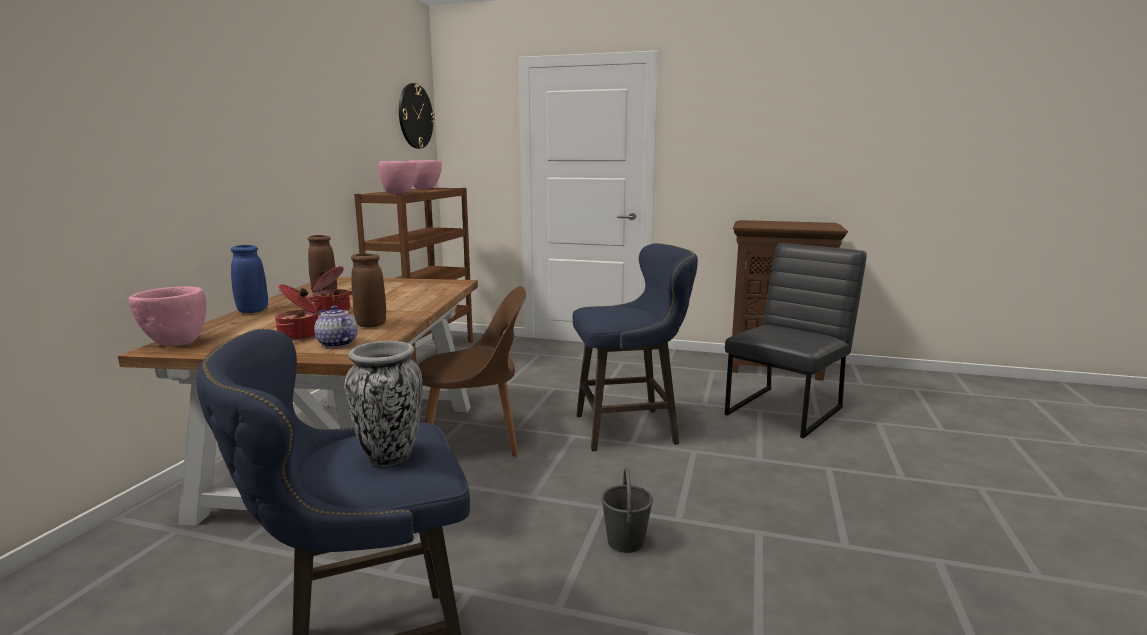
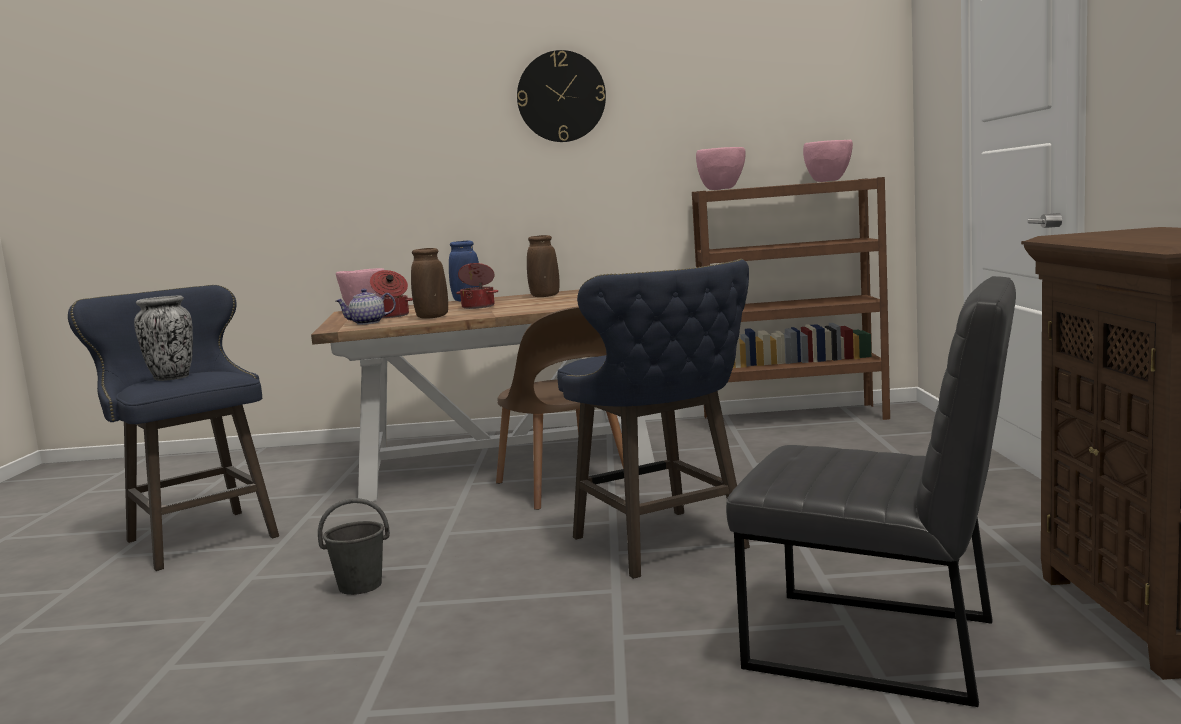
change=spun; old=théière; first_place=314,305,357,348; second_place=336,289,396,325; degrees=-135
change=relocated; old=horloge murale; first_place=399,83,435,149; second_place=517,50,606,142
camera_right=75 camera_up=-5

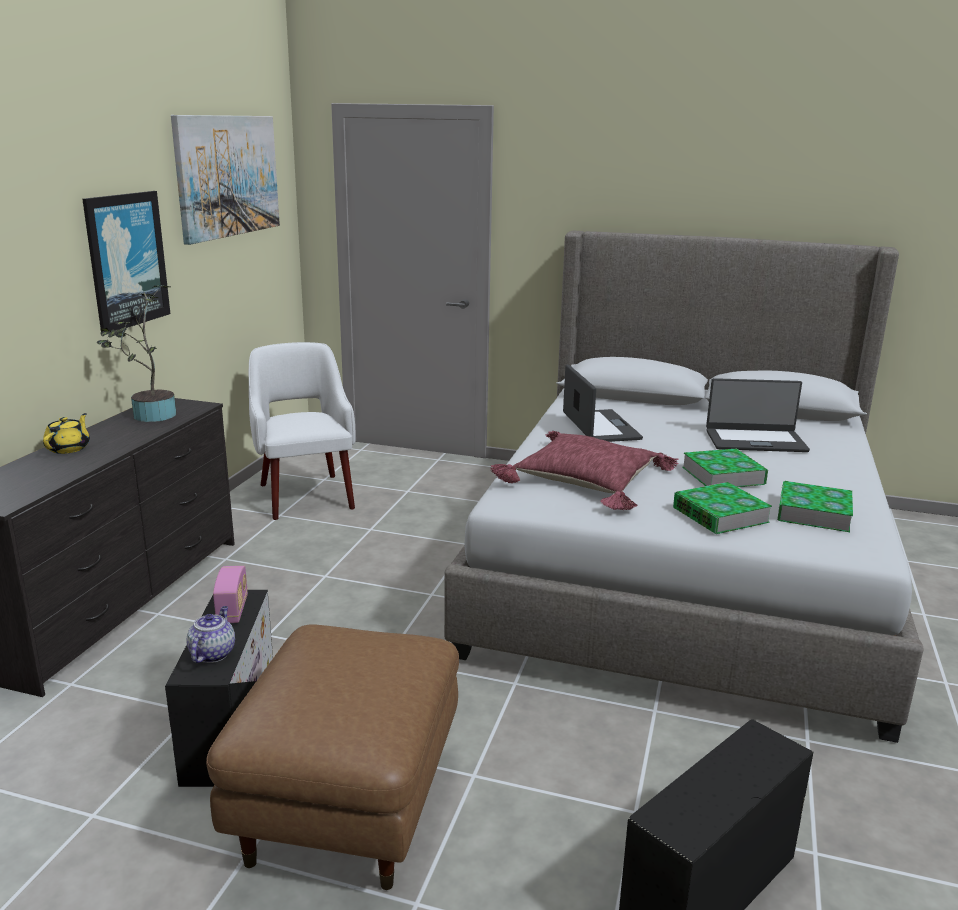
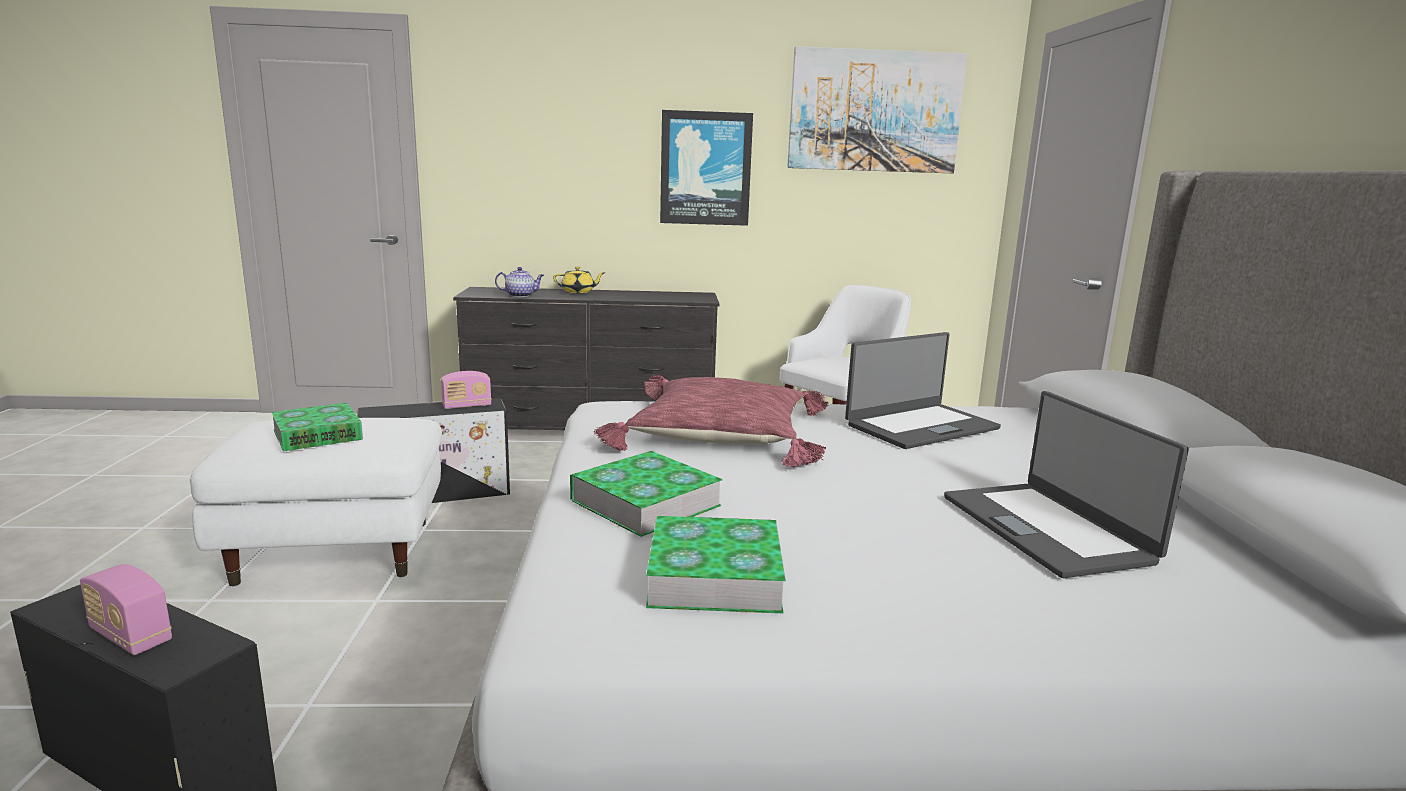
change=missing; old=plante en pot; first_place=97,285,176,422
change=relocated; old=théière; first_place=187,606,235,663; second_place=495,267,544,297
change=colour; old=pouf (marron); new=pouf (blanc); first_place=206,624,459,890; second_place=190,418,442,586
change=relocated; old=livre; first_place=682,449,768,487; second_place=271,403,363,451
change=appeared; new=radio; second_place=80,564,172,655
camera_right=70 camera_up=-5

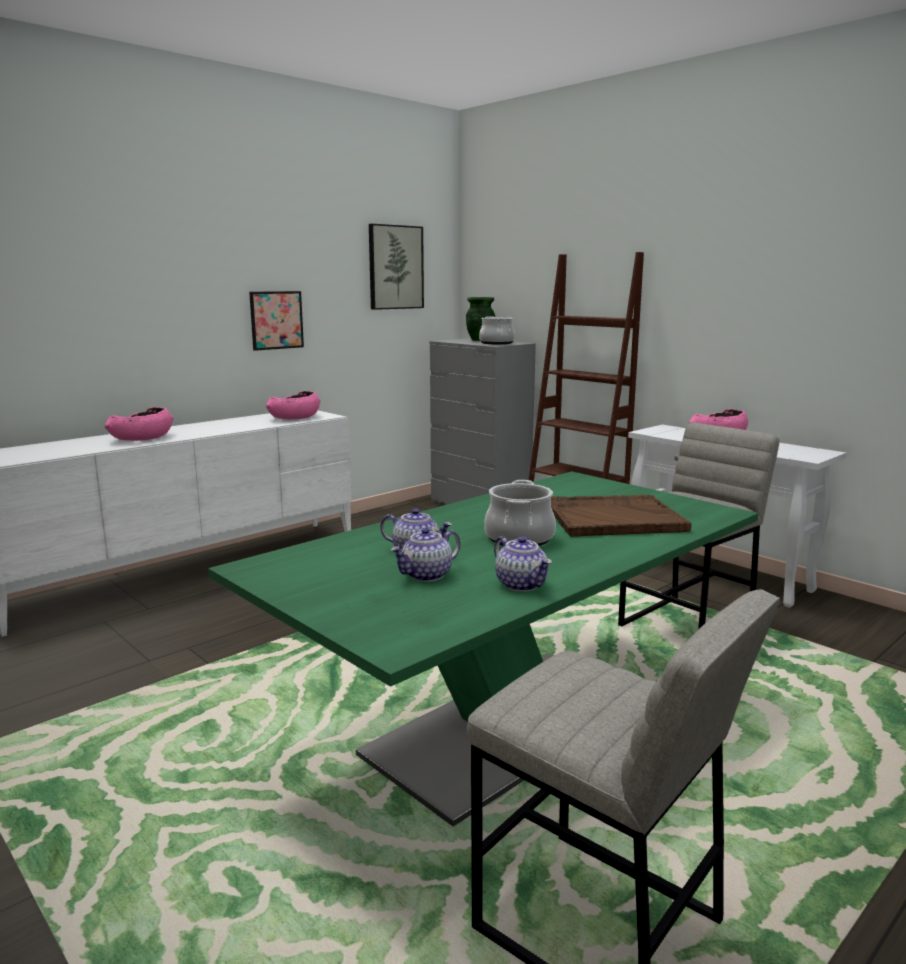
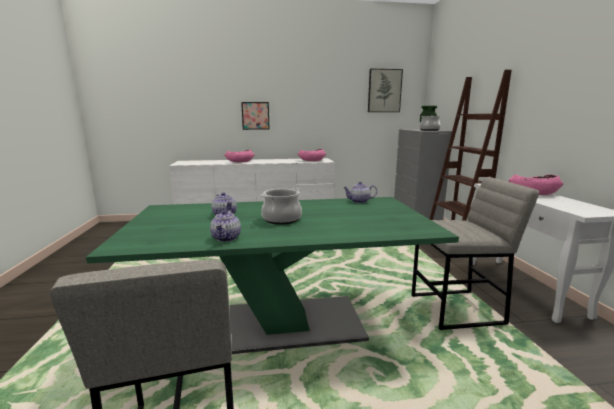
change=relocated; old=tableau; first_place=249,291,304,351; second_place=241,102,270,130
change=relocated; old=théière; first_place=390,528,460,582; second_place=343,181,377,203
change=missing; old=plateau (marron); first_place=551,495,691,537
camera_right=35 camera_up=0

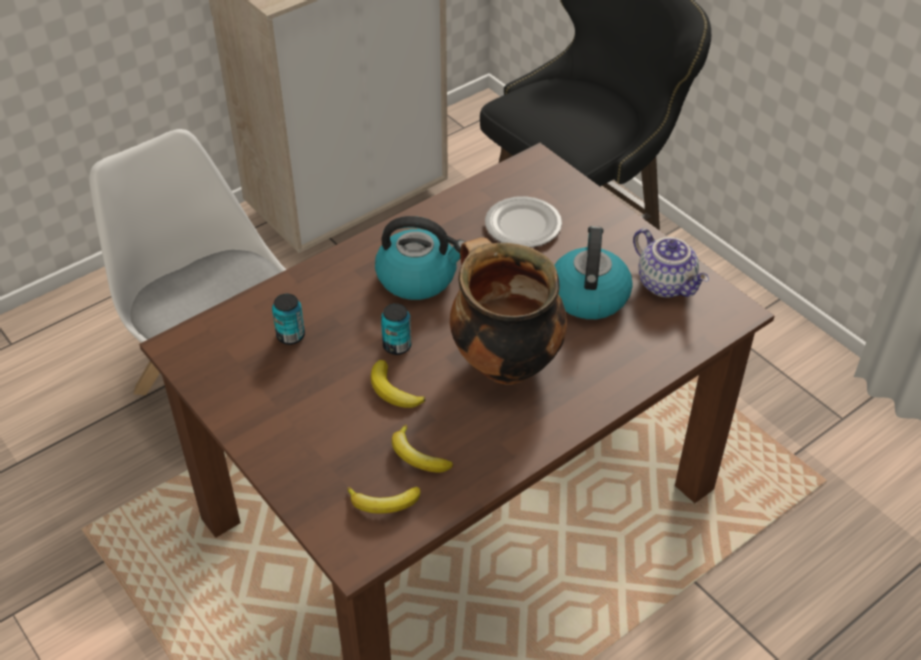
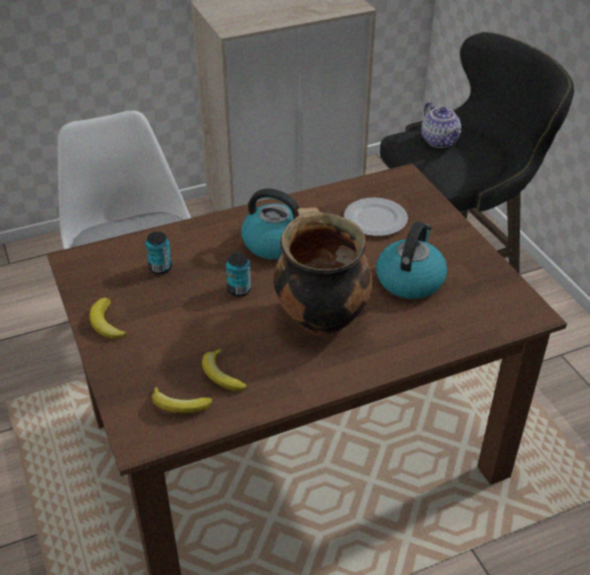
change=relocated; old=banane; first_place=371,360,425,408; second_place=89,298,127,339
change=relocated; old=théière; first_place=633,228,709,298; second_place=421,102,461,148
camera_right=15 camera_up=-5

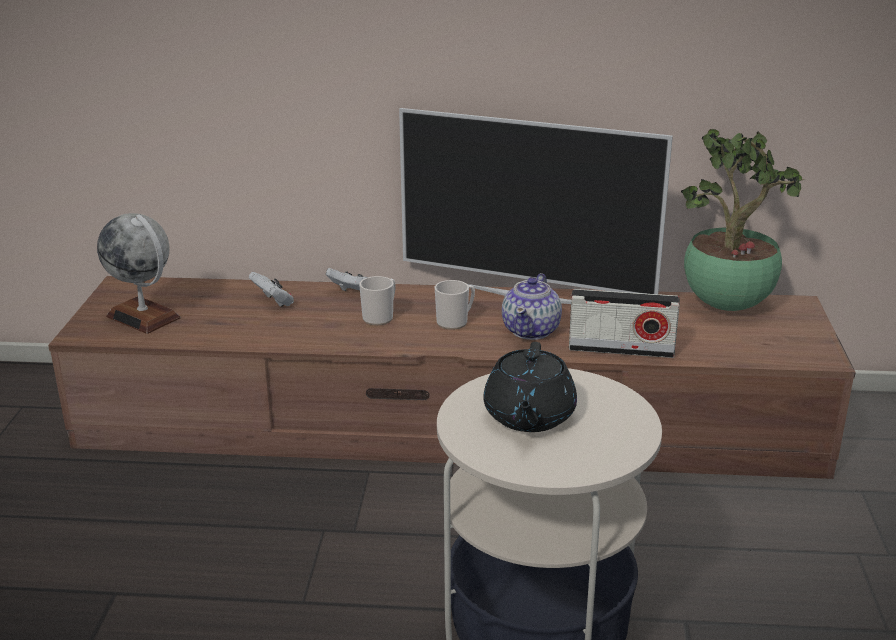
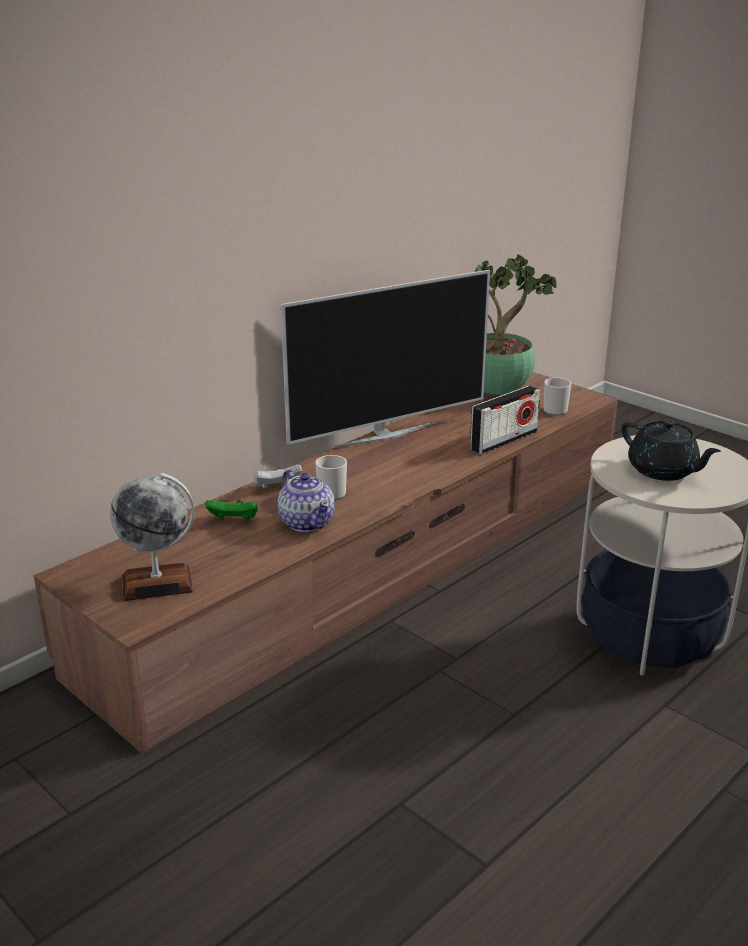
change=colour; old=manette (blanc); new=manette (vert); first_place=249,272,294,307; second_place=206,500,258,521
change=relocated; old=mug; first_place=435,280,475,330; second_place=544,378,571,415
change=relocated; old=théière; first_place=502,273,562,340; second_place=278,470,334,532
camera_right=-50 camera_up=0

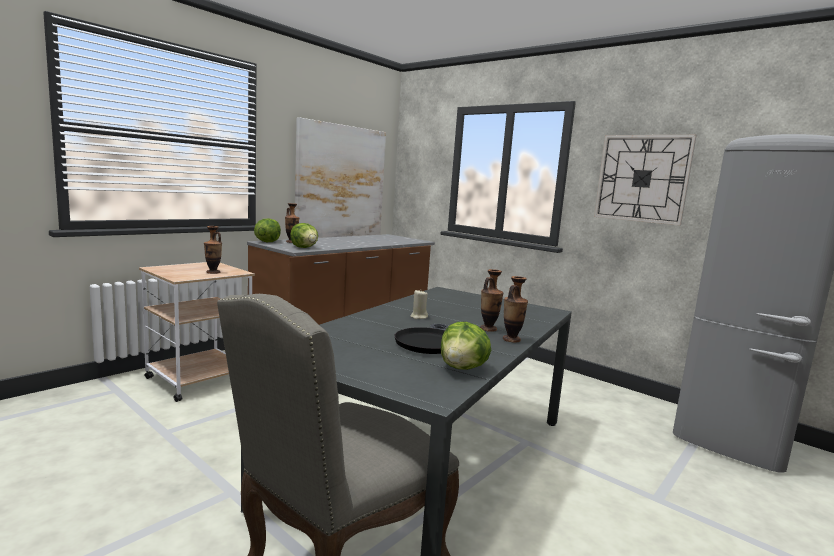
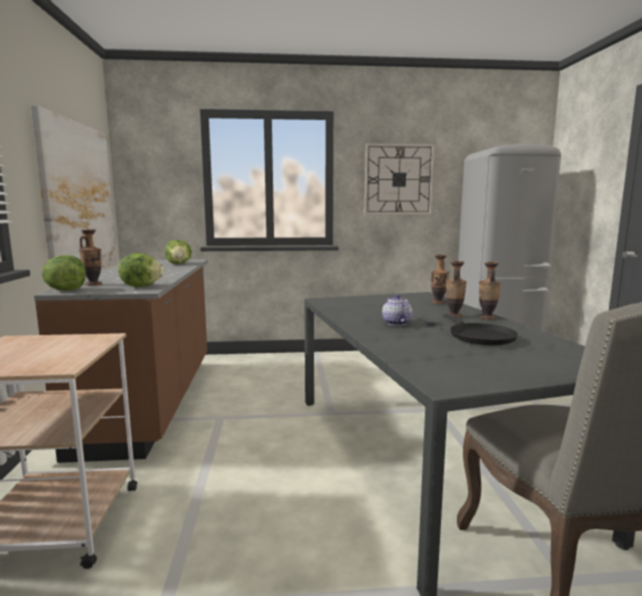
change=relocated; old=vase; first_place=204,226,222,274; second_place=431,254,449,304
change=exchanged; old=bougie (beige); new=théière; first_place=410,290,428,319; second_place=382,295,413,326
change=relocated; old=laitue; first_place=441,322,491,370; second_place=165,240,192,264
camera_right=-45 camera_up=0

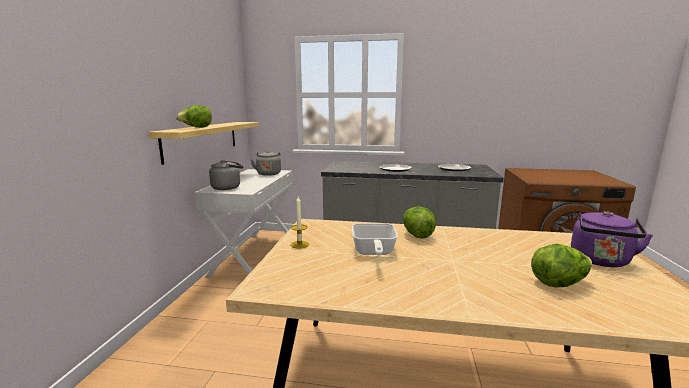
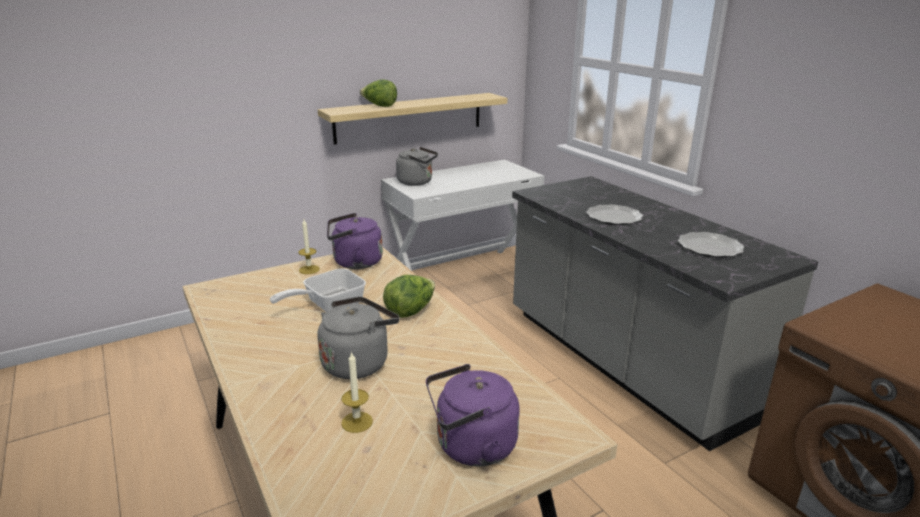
change=relocated; old=bouilloire (gris); first_place=251,151,281,176; second_place=317,297,400,379
change=exchanged; old=laitue; new=bougie; first_place=531,244,592,288; second_place=341,351,373,433
change=appeared; new=bouilloire (violet); second_place=327,213,383,269
camera_right=50 camera_up=10

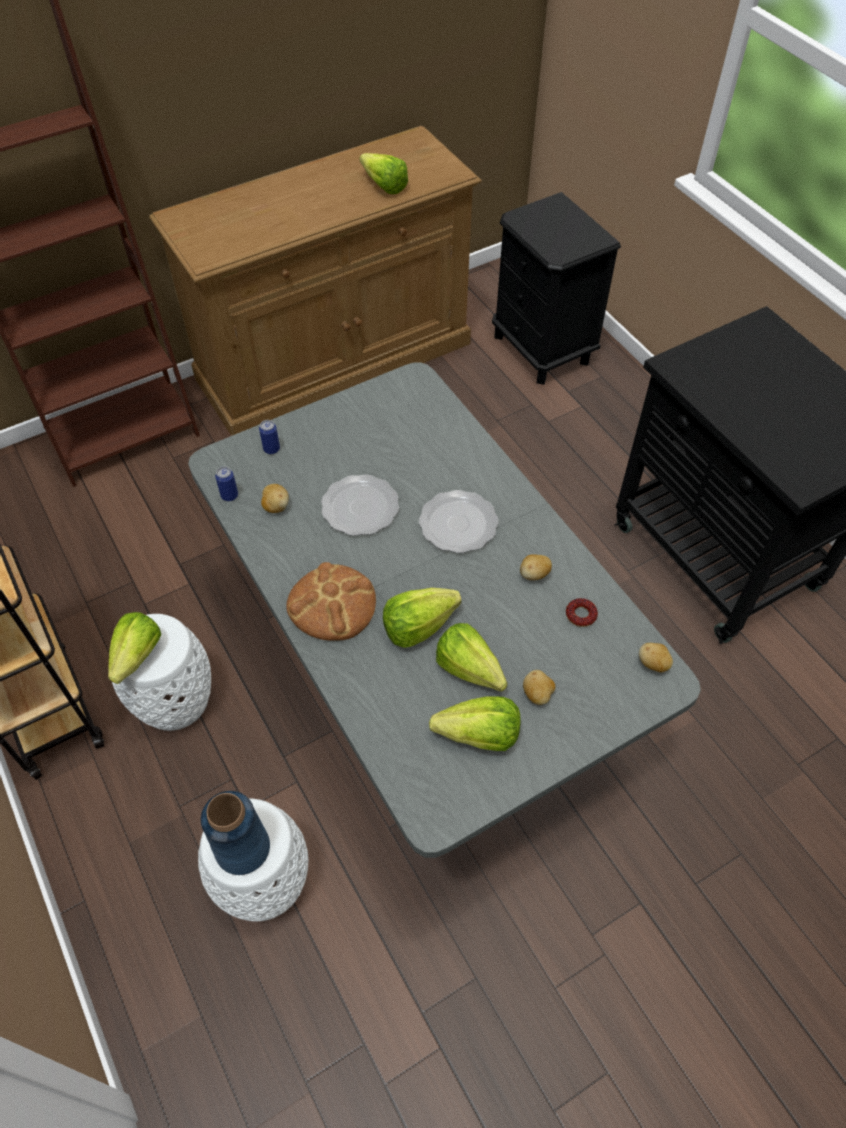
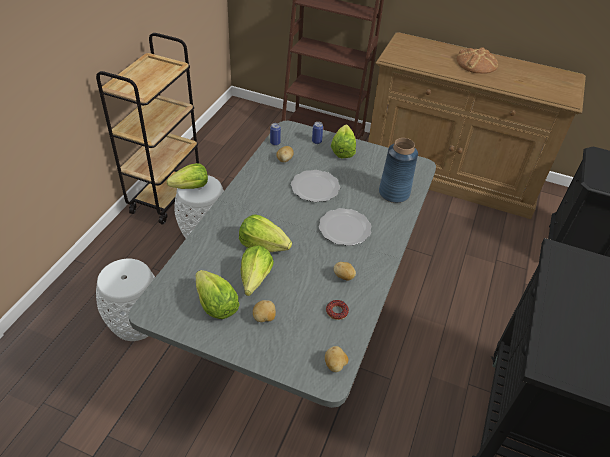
change=relocated; old=vase (bleu); first_place=201,791,270,875; second_place=379,138,418,203
change=relocated; old=pain; first_place=286,562,376,641; second_place=457,48,498,74
change=relocated; old=laitue; first_place=360,153,408,194; second_place=331,124,356,158
camera_right=50 camera_up=-10

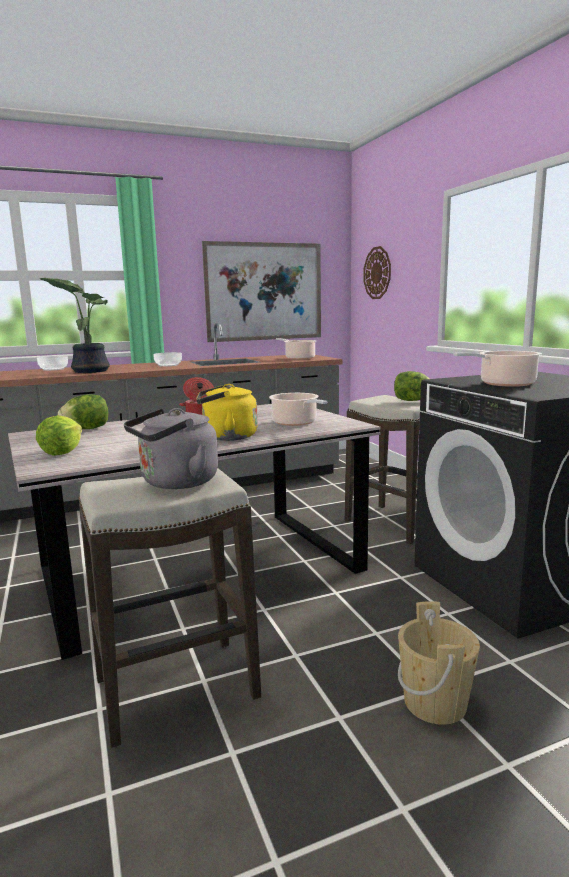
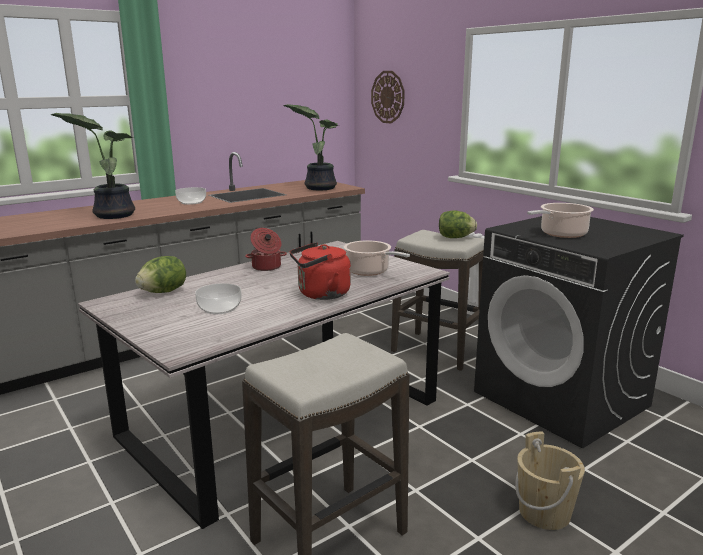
change=missing; old=laitue; first_place=36,415,82,456
change=relocated; old=bol; first_place=37,356,68,371; second_place=195,283,241,314
change=missing; old=bouilloire (gris); first_place=124,408,218,489
change=colour; old=bouilloire (jaune); new=bouilloire (rouge); first_place=196,384,258,441; second_place=290,242,351,300
change=missing; old=tableau; first_place=202,241,321,342
change=exchanged; old=marmite; new=plante en pot; first_place=276,338,316,360; second_place=283,104,339,190
camera_right=-15 camera_up=5

